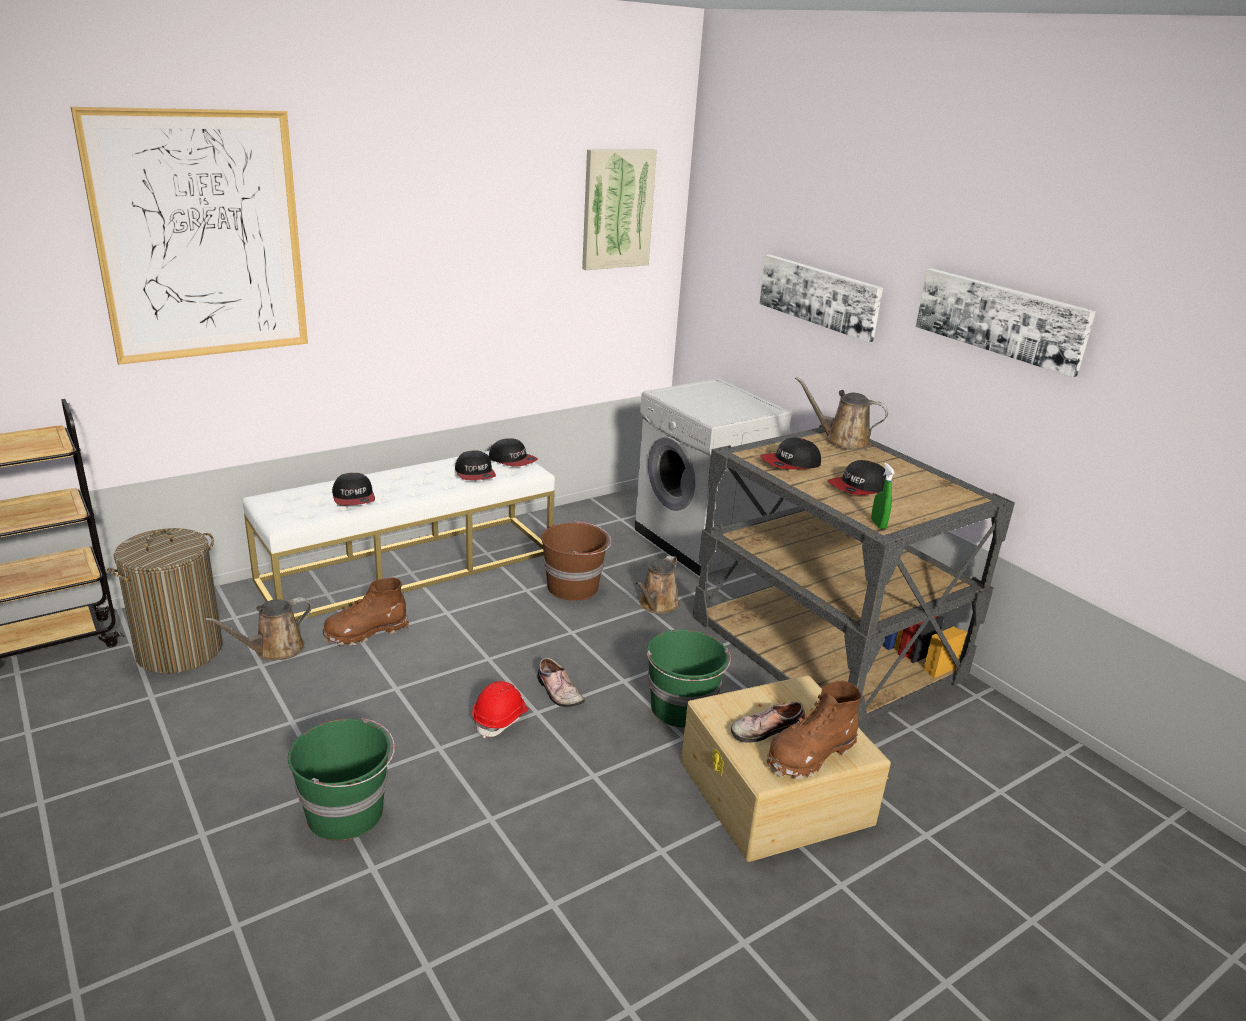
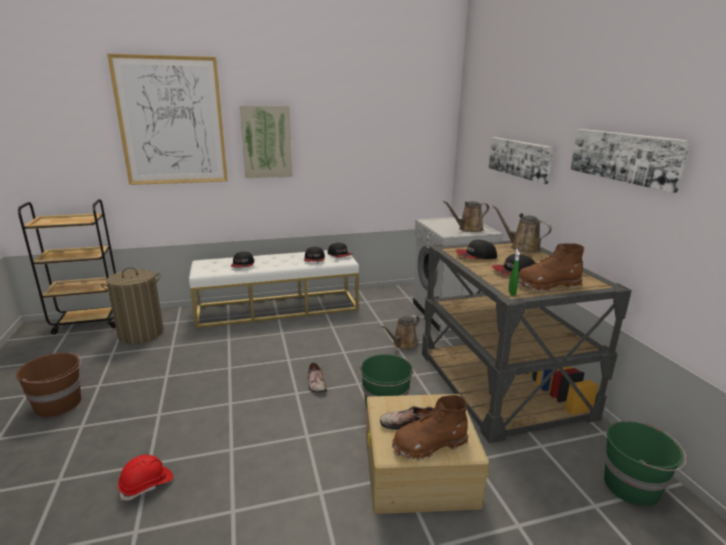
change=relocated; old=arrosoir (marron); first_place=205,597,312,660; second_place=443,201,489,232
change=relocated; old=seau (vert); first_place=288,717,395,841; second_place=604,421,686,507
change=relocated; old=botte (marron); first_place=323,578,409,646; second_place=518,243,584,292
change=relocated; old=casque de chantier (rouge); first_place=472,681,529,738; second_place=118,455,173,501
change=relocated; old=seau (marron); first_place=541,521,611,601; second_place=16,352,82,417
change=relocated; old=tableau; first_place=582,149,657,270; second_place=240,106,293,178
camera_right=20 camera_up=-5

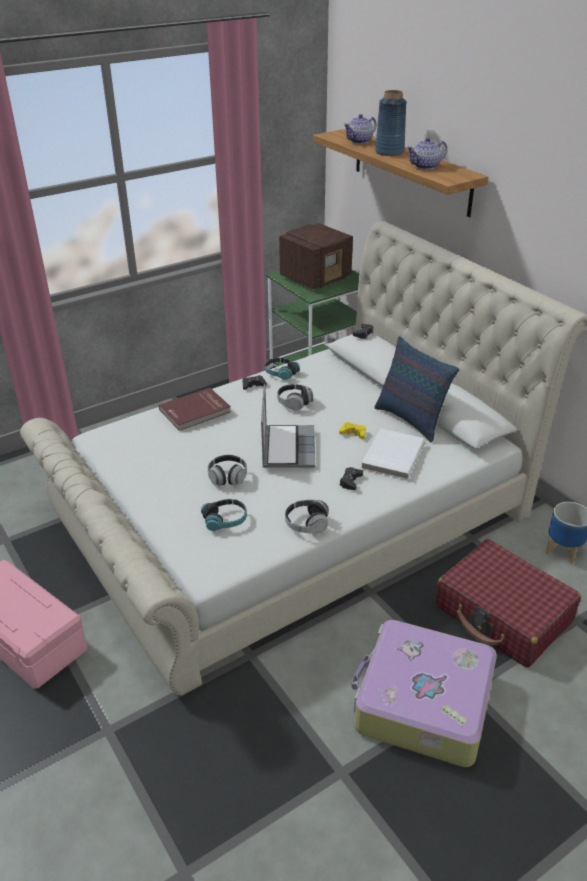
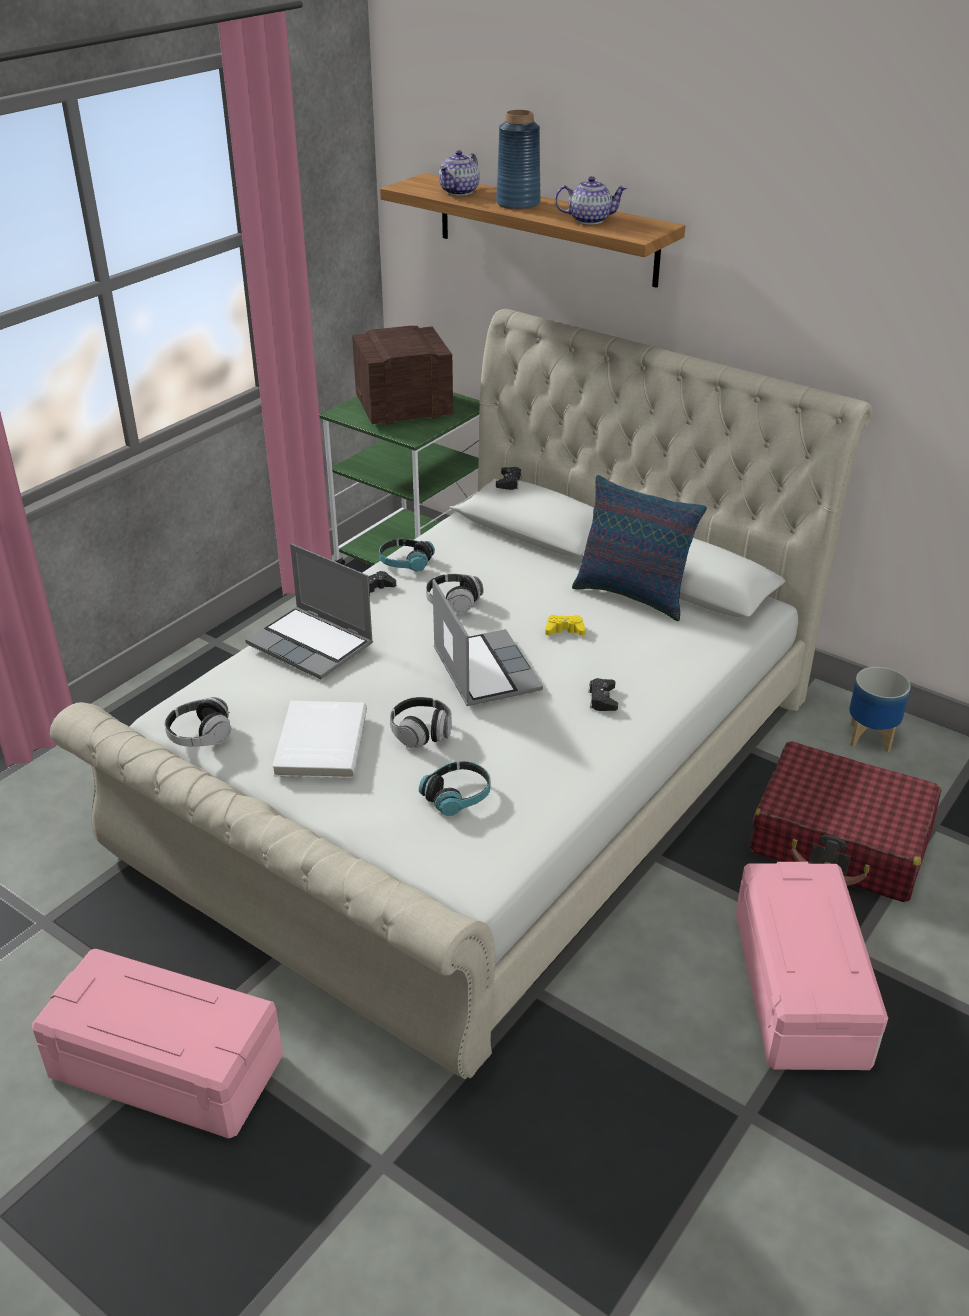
change=exchanged; old=livre (rouge); new=ordinateur portable; first_place=159,388,231,431; second_place=245,544,373,679
change=spun; old=radio; first_place=279,223,353,289; second_place=352,326,453,425; degrees=-135
change=relocated; old=casque audio; first_place=285,500,329,534; second_place=165,697,231,747
change=exchanged; old=valise; new=boîte de rangement (rose); first_place=351,620,497,767; second_place=736,862,888,1070
change=relocated; old=livre (blanc); first_place=361,428,425,480; second_place=272,701,367,778
change=spun; old=théière; first_place=407,137,447,170; second_place=555,176,627,224; degrees=-135
camera_right=-20 camera_up=0

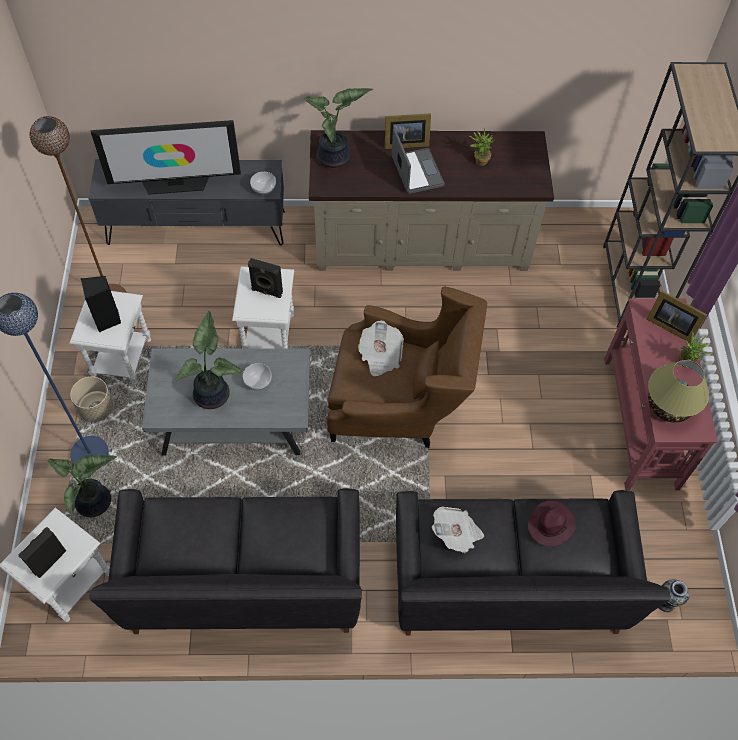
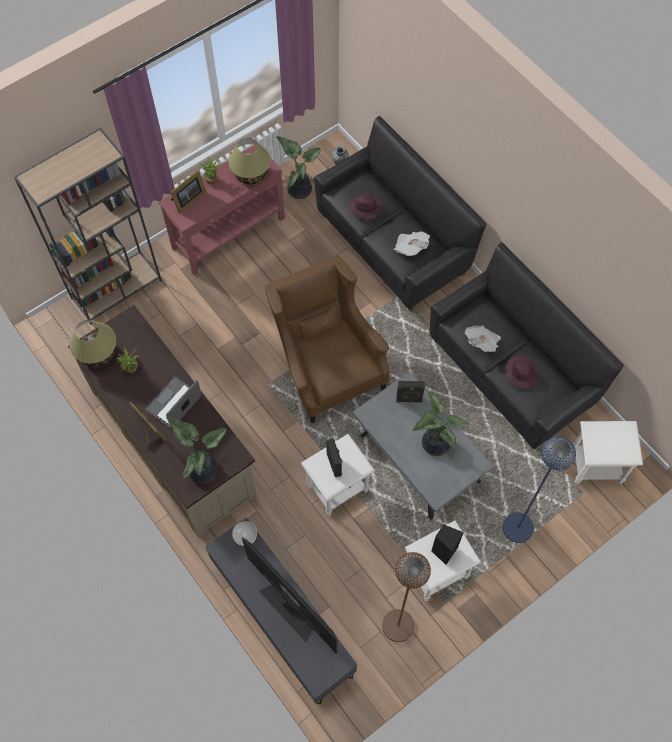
change=relocated; old=enceinte (noir); first_place=18,527,66,578; second_place=396,381,425,403
change=relocated; old=plante en pot; first_place=47,454,117,517; second_place=276,136,322,199
change=missing; old=cache-pot (beige); first_place=70,377,114,422
change=missing; old=bol; first_place=243,363,272,390
change=relocated; old=journal; first_place=358,321,404,377; second_place=465,325,501,352
change=spun; old=cadre photo; first_place=647,290,707,343; second_place=171,170,206,214; degrees=45
change=appeared; new=lampe de table; second_place=69,320,116,367
change=appeared; new=chapeau (violet); second_place=505,355,538,389
camera_right=-125 camera_up=5

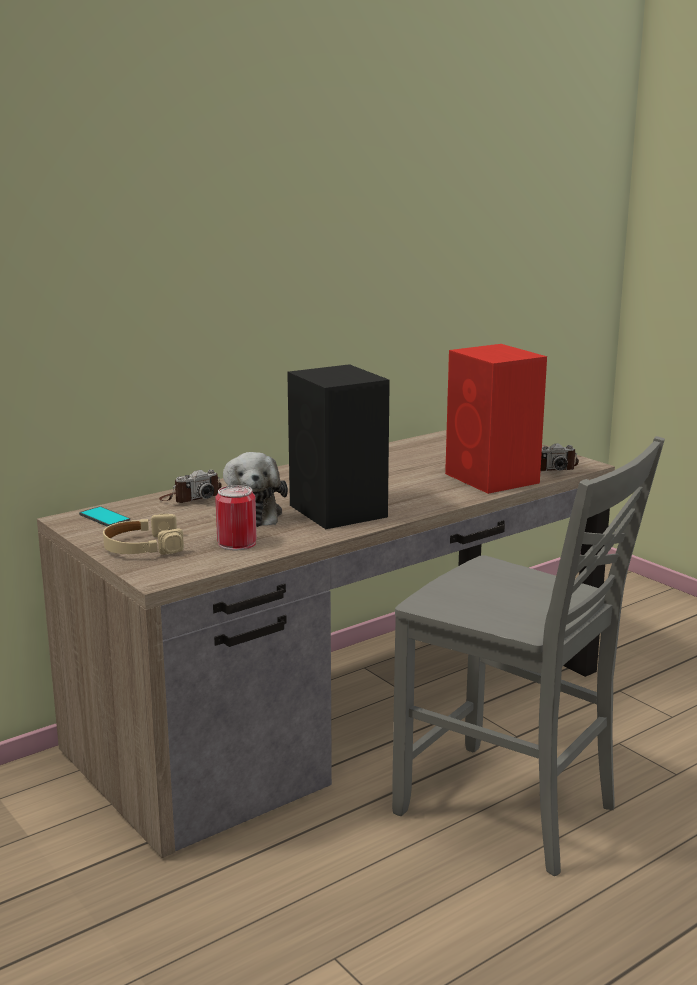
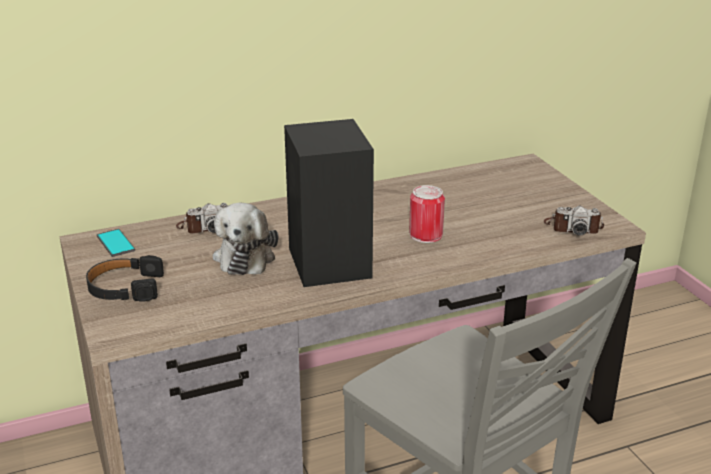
change=colour; old=casque audio (beige); new=casque audio (noir); first_place=103,514,184,555; second_place=86,255,164,302
change=relocated; old=boîte métallique; first_place=215,485,257,550; second_place=409,185,445,243
change=missing; old=enceinte (rouge); first_place=445,344,547,494
camera_right=15 camera_up=10

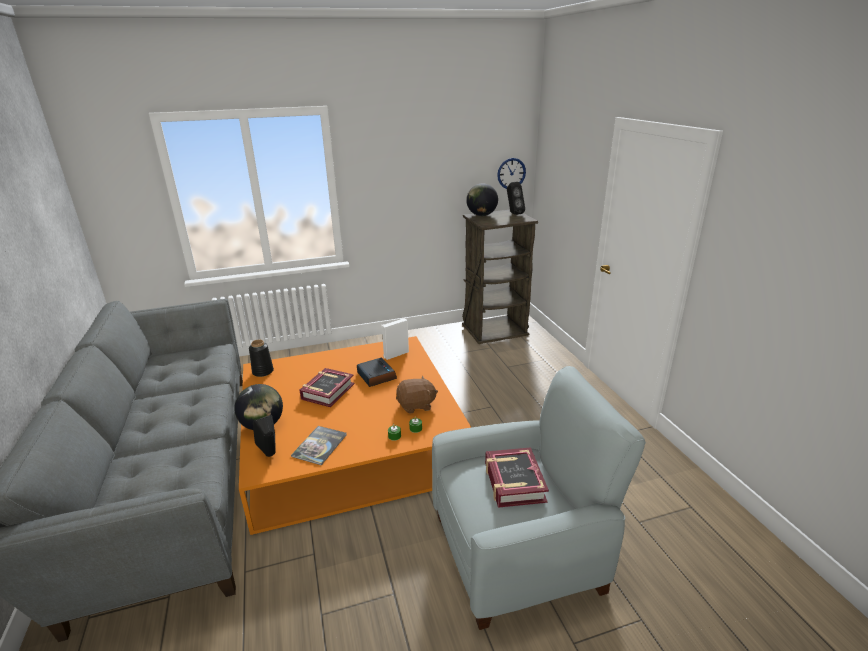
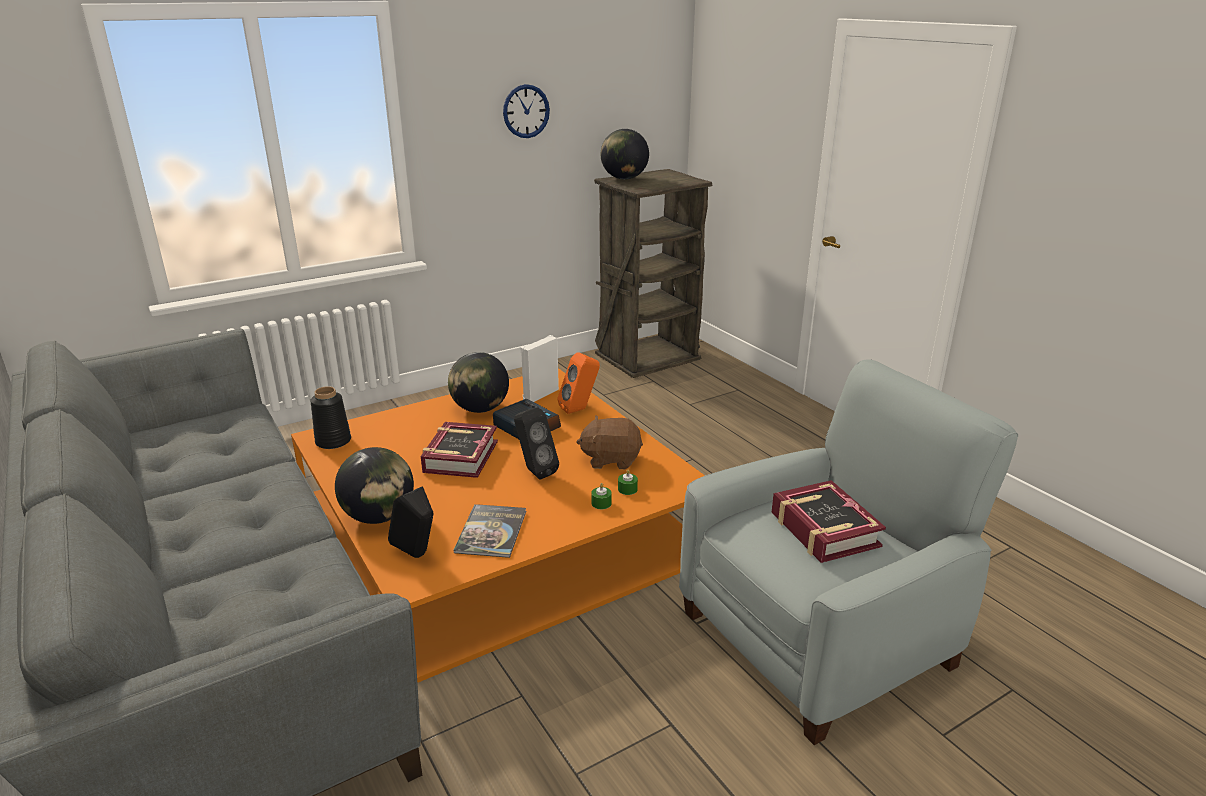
change=spun; old=peluche (marron); first_place=396,376,438,414; second_place=576,415,643,469; degrees=-150
change=relocated; old=horloge murale; first_place=497,158,526,189; second_place=503,84,550,138
change=relocated; old=enceinte (noir); first_place=507,182,525,215; second_place=514,408,559,480
change=appeared; new=globe; second_place=448,352,509,413
change=appeared; new=enceinte (orange); second_place=557,352,600,414
camera_right=-15 camera_up=0

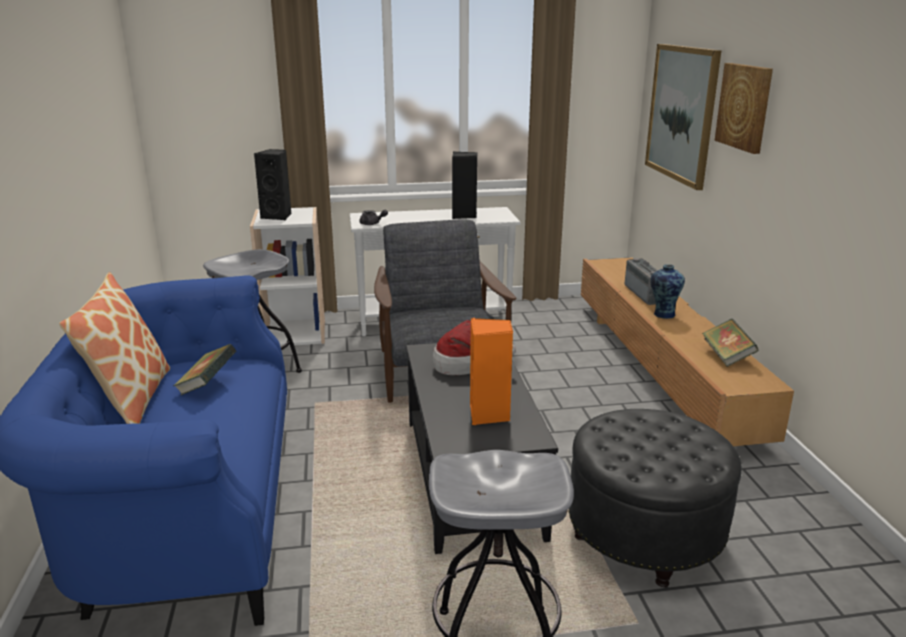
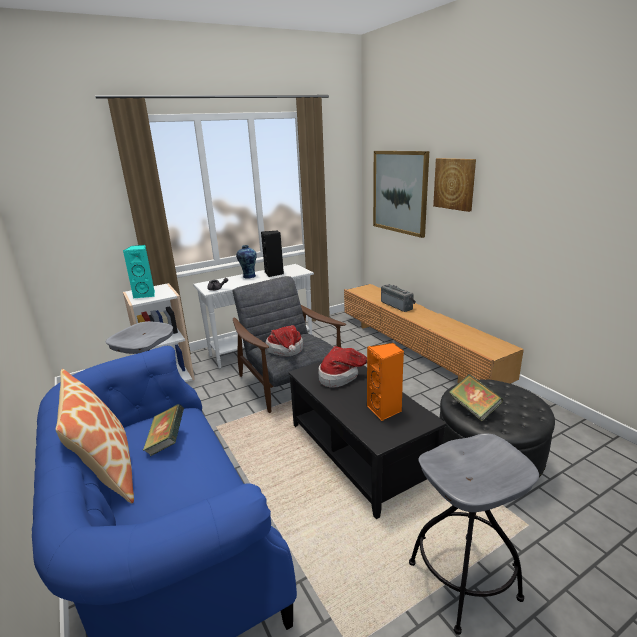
change=colour; old=enceinte (noir); new=enceinte (turquoise); first_place=254,149,292,220; second_place=123,245,155,299
change=relocated; old=vase; first_place=650,264,685,319; second_place=236,245,257,278
change=relocated; old=livre; first_place=702,319,758,366; second_place=450,374,503,421
change=appeared; new=chapeau; second_place=265,325,303,356
camera_right=-20 camera_up=0

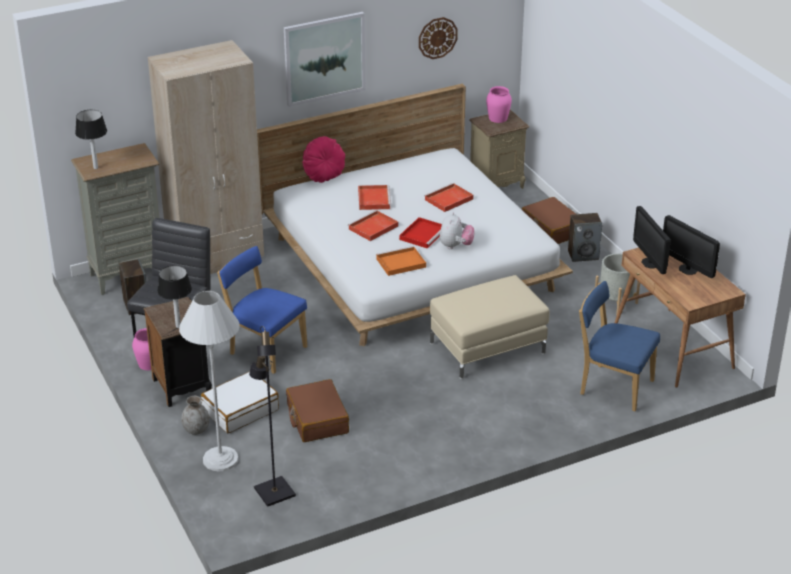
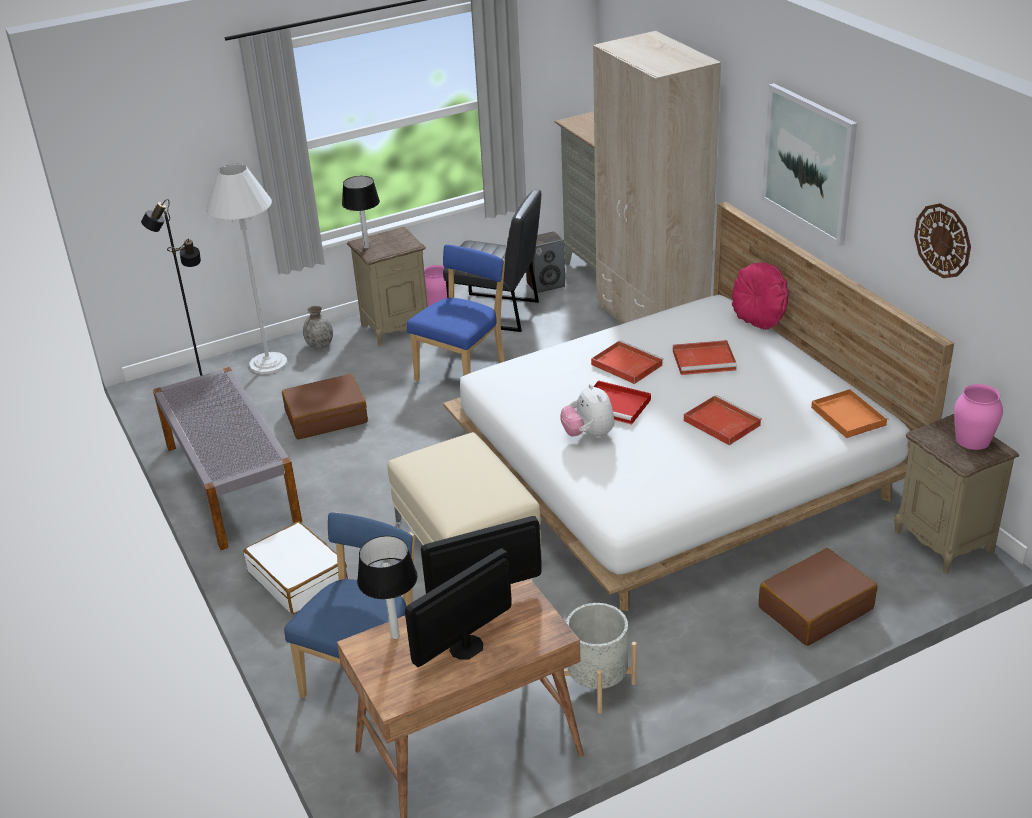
change=relocated; old=lampe de table; first_place=75,110,107,169; second_place=357,536,417,639
change=colour; old=table de chevet (noir); new=table de chevet (beige); first_place=143,297,212,407; second_place=347,227,428,347
change=relocated; old=valise (blanc); first_place=201,371,279,433; second_place=243,521,348,614
change=relocated; old=plateau (orange); first_place=376,246,426,276; second_place=811,389,889,438
change=spun; old=peluche; first_place=440,212,474,249; second_place=560,384,614,439; degrees=60
change=missing; old=enceinte; first_place=568,213,602,262
change=appeared; new=banc (gris); second_place=153,367,302,550
camera_right=90 camera_up=0

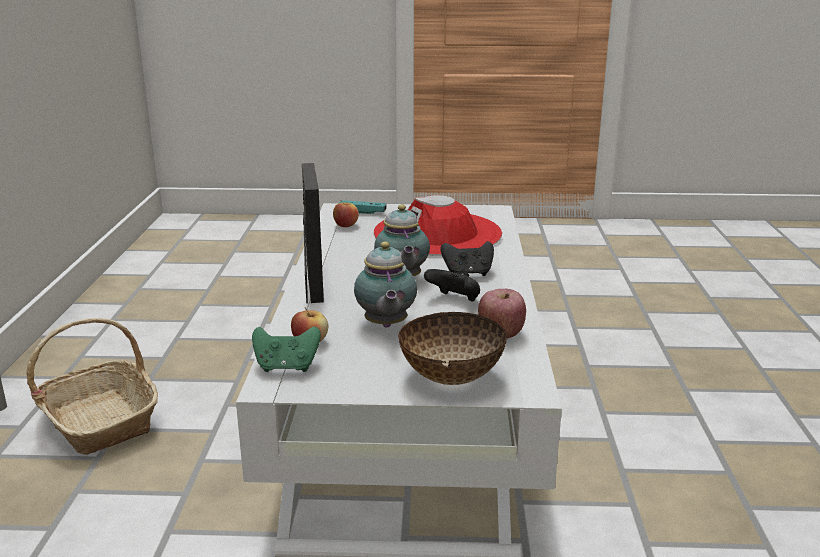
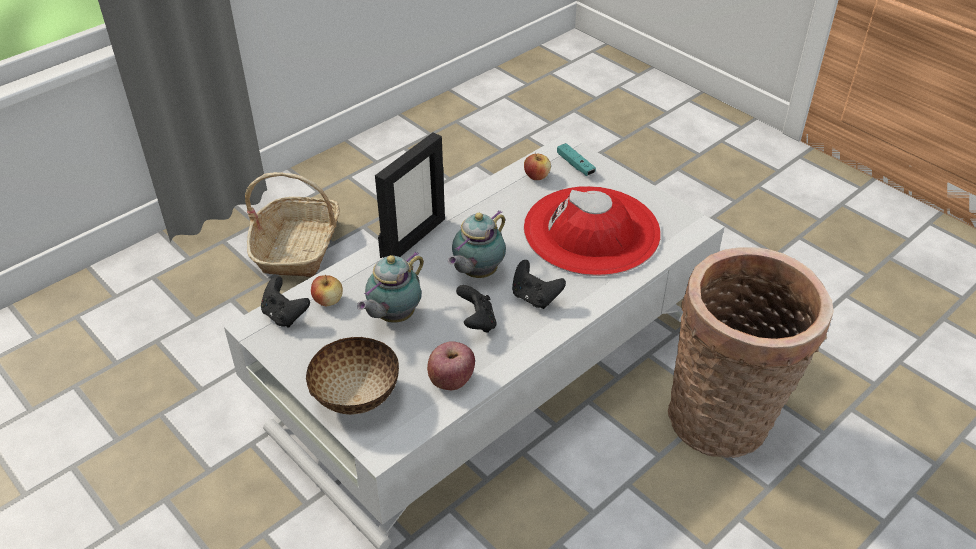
change=colour; old=manette (vert); new=manette (noir); first_place=252,326,321,372; second_place=261,276,310,328
change=appeared; new=panier; second_place=668,247,834,458
camera_right=45 camera_up=20

